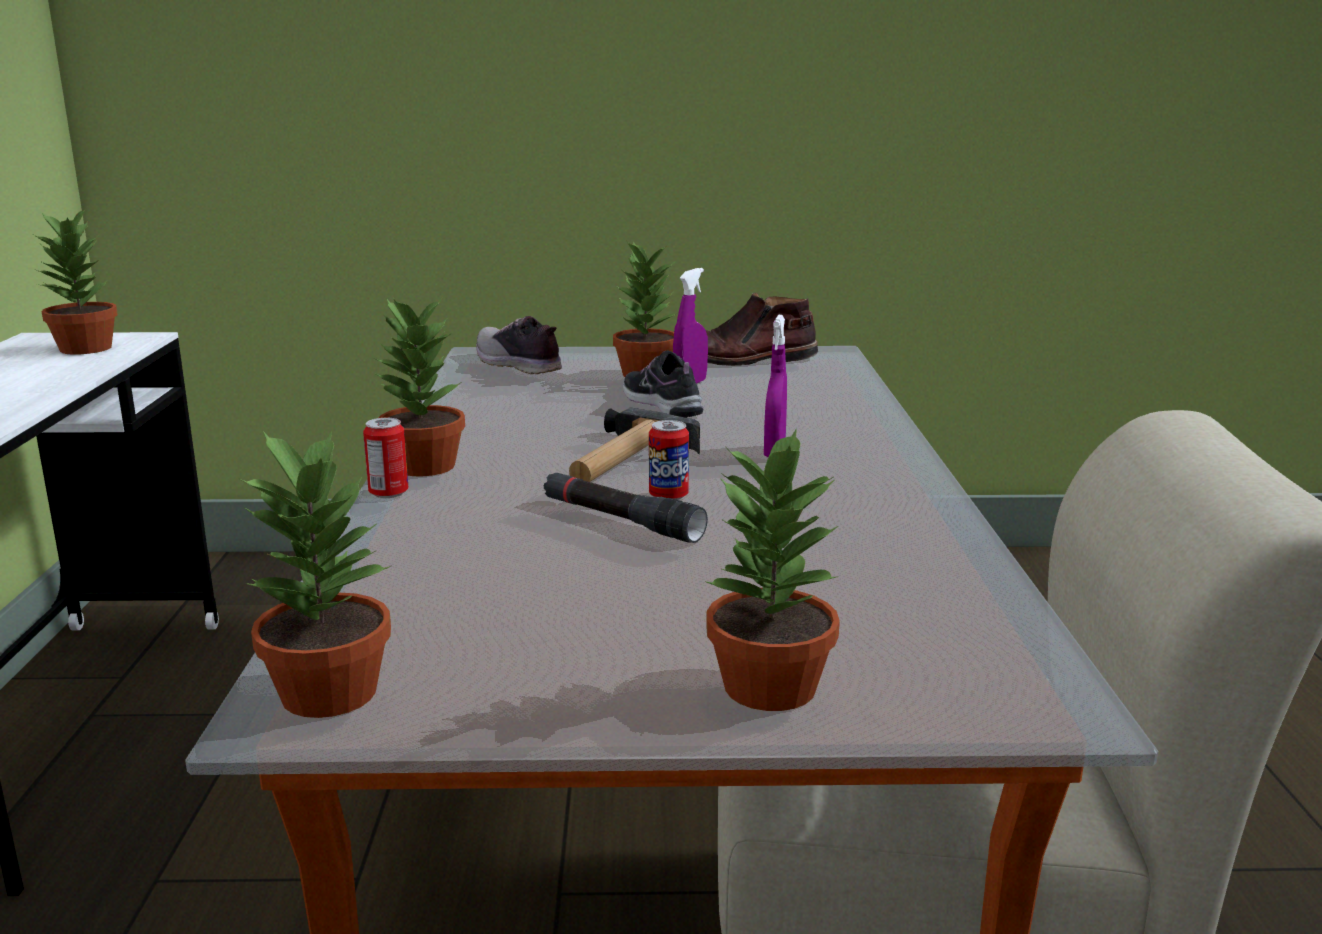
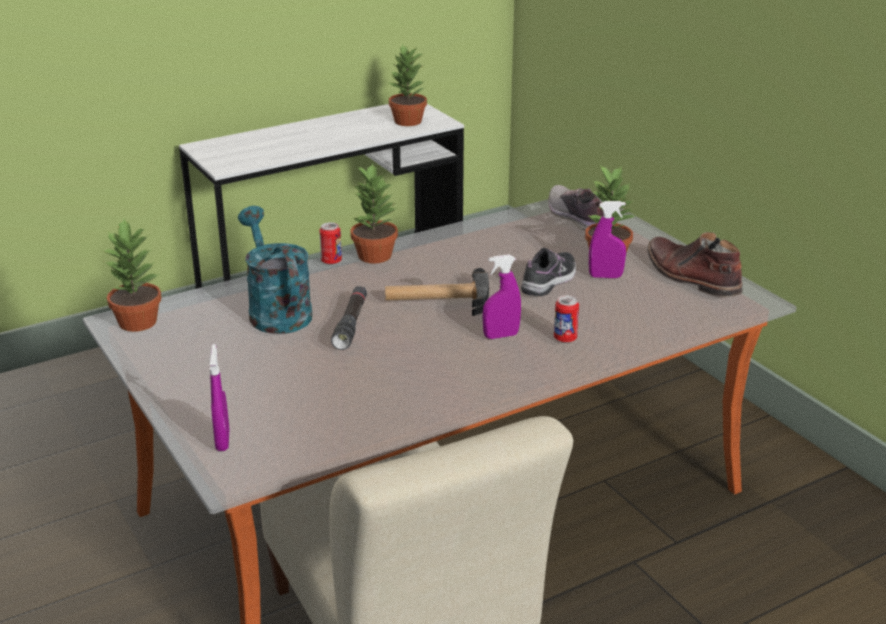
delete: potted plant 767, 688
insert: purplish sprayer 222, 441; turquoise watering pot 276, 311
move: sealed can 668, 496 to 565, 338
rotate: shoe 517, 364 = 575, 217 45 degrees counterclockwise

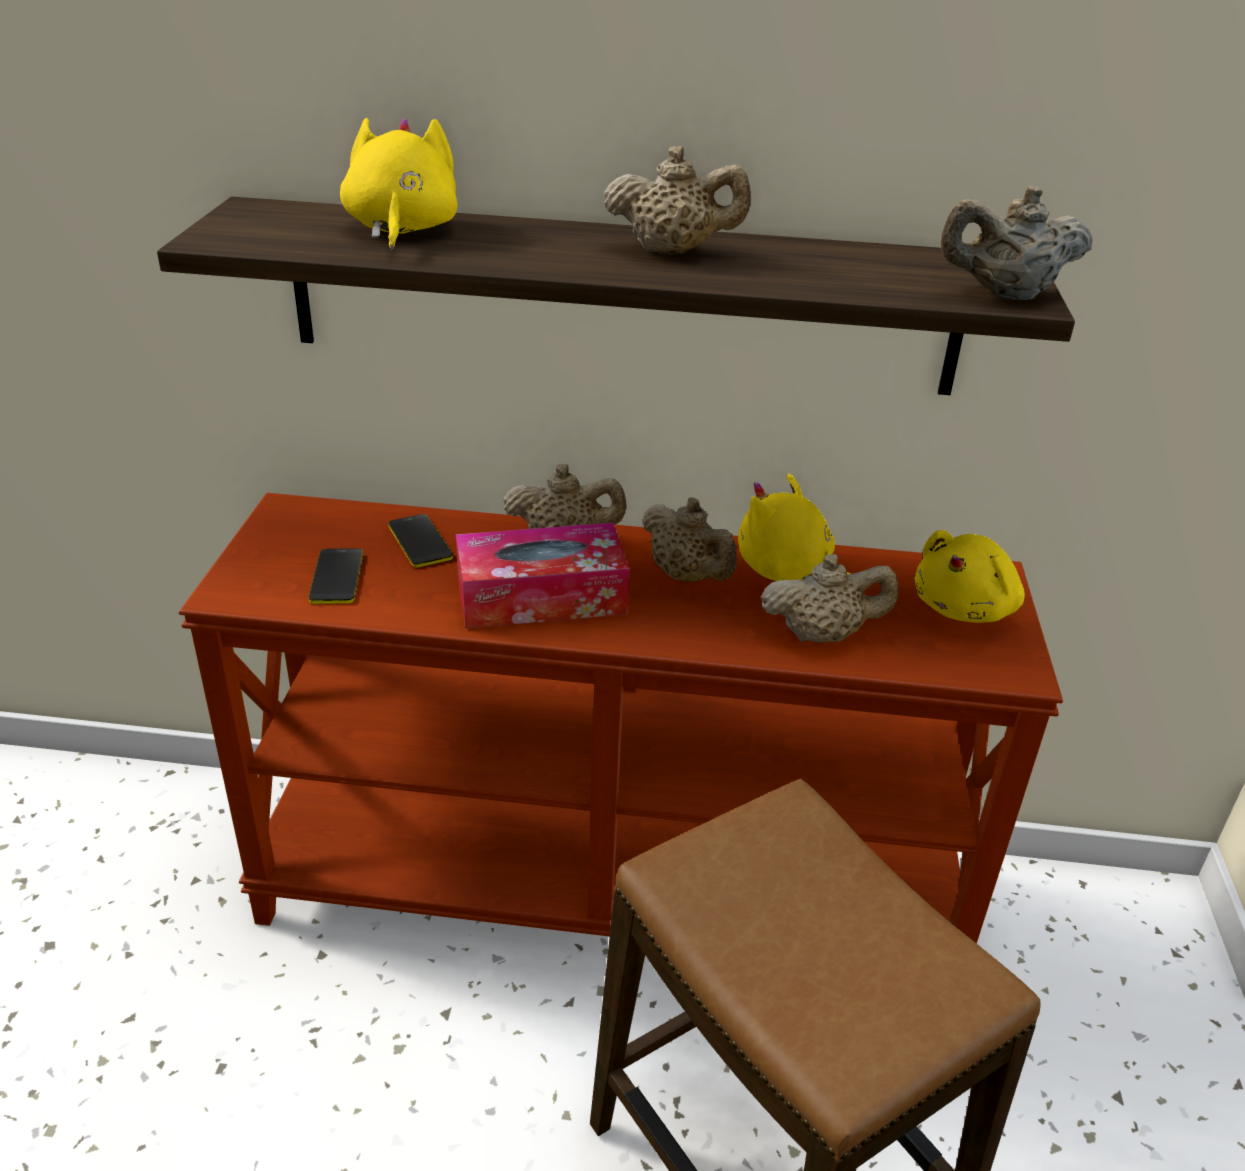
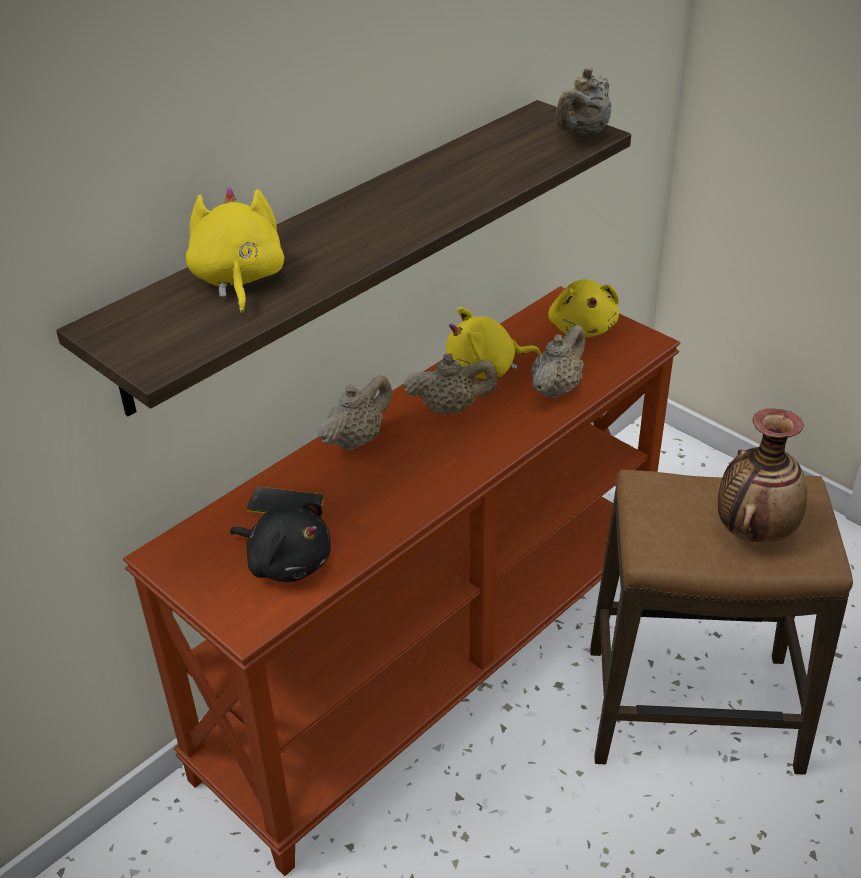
delete: box of tissues 541, 596; beige tea pot 673, 251
insert: vase 753, 530
replace: phone 337, 577 to black-coloured plush toy 287, 561
rotate: yellow plush toy 401, 229 = 238, 280 45 degrees clockwise

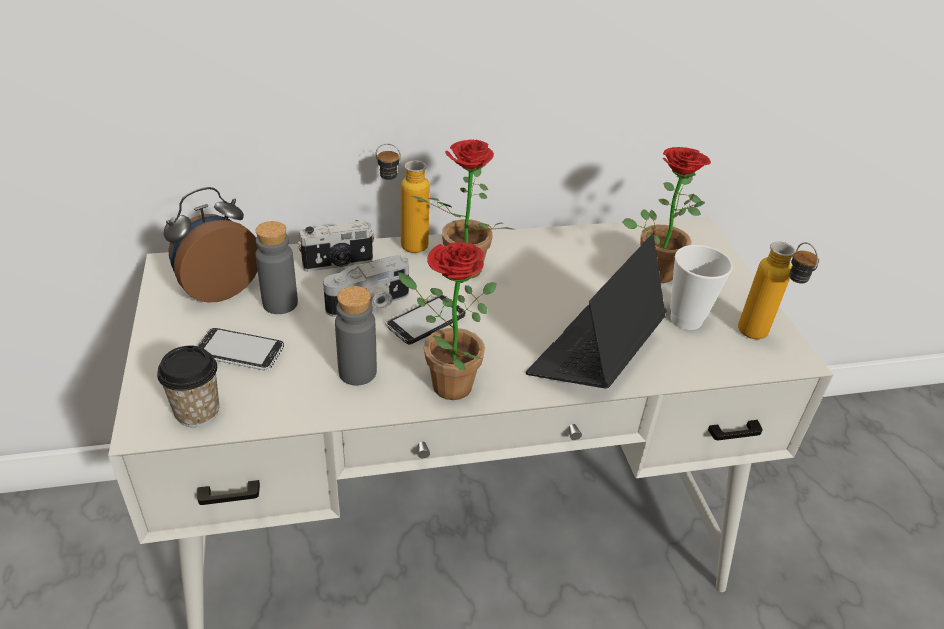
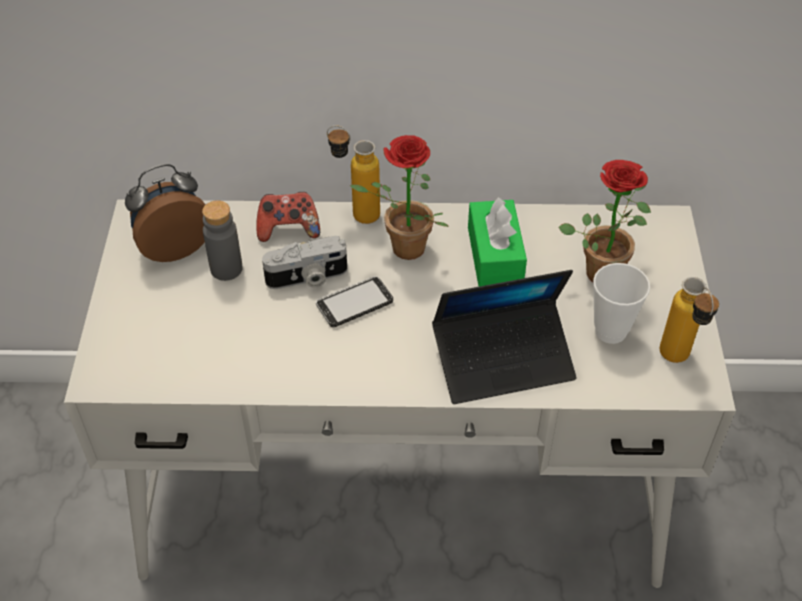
delete: drinking cup 197, 412; phone 239, 352; greyish bottle 357, 372; potted plant 443, 384
insert: green-coloured box of tissues 495, 255
replace: still camera 338, 264 to gamepad 288, 229
rotate: portable computer 594, 355 = 503, 360 150 degrees counterclockwise

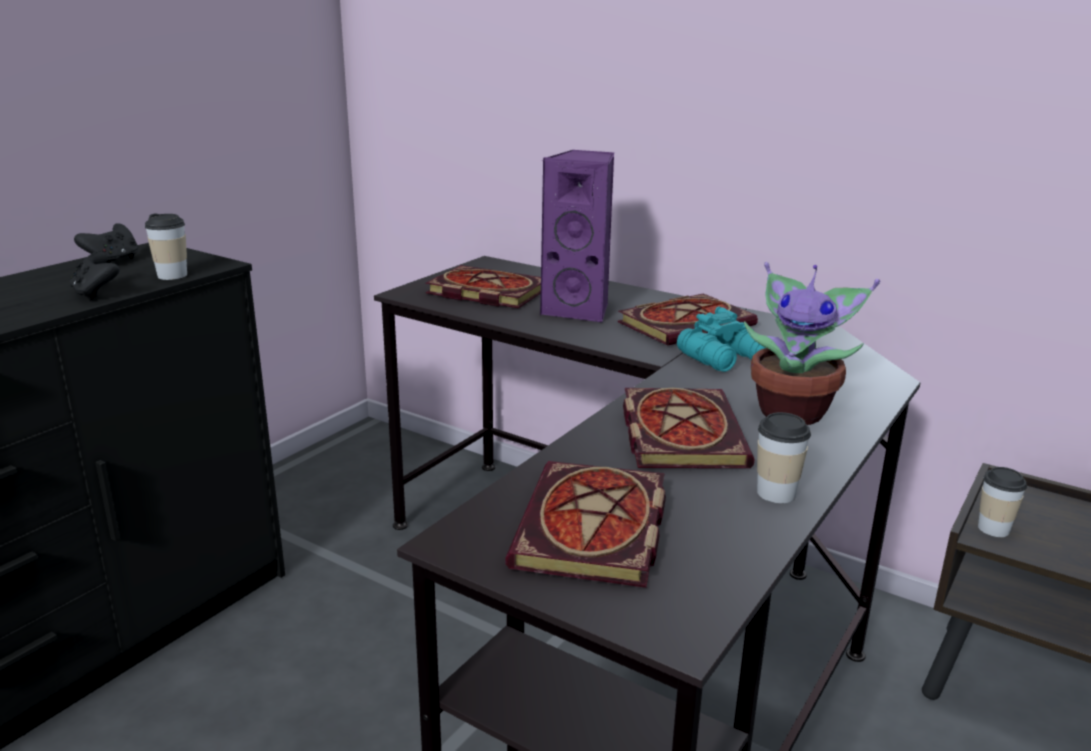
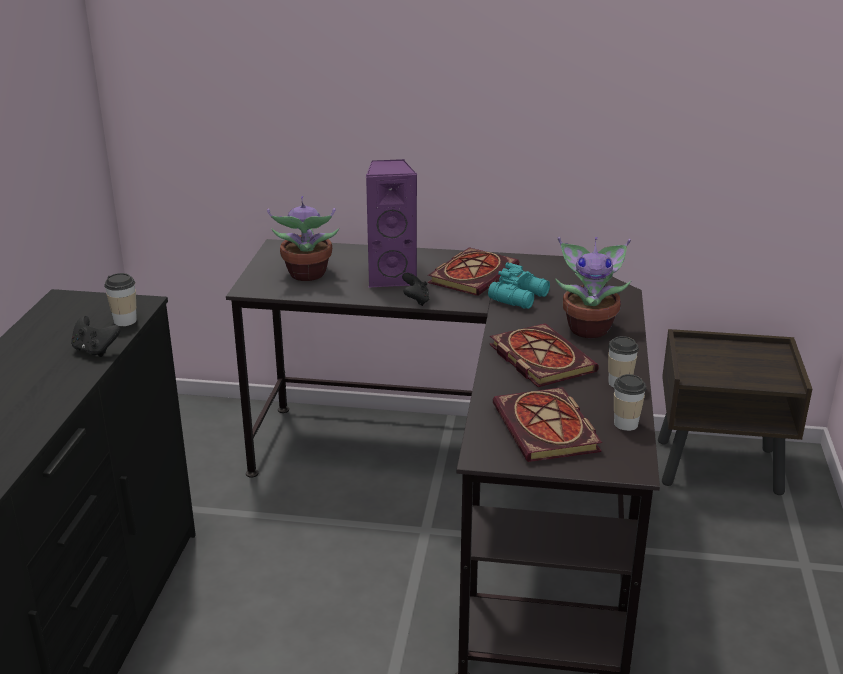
move: black-coloured gamepad 113, 261 to 415, 301; drinking cup 993, 529 to 626, 424
replace: volume 484, 292 to potted plant 307, 275

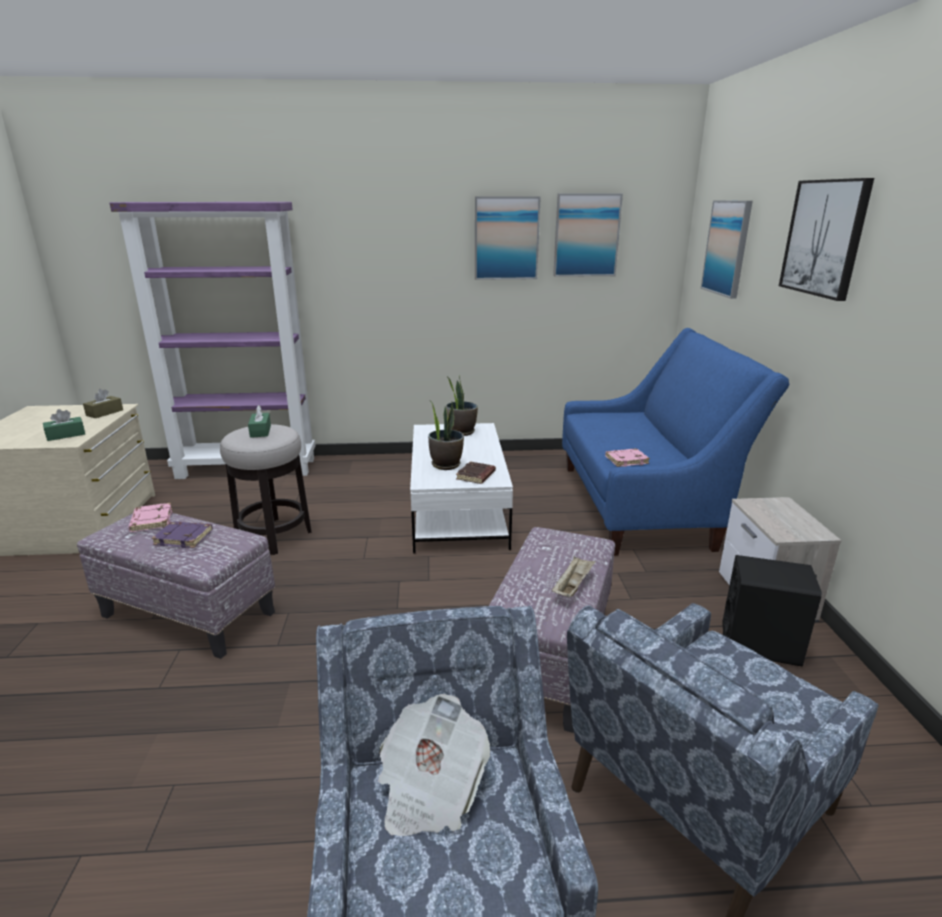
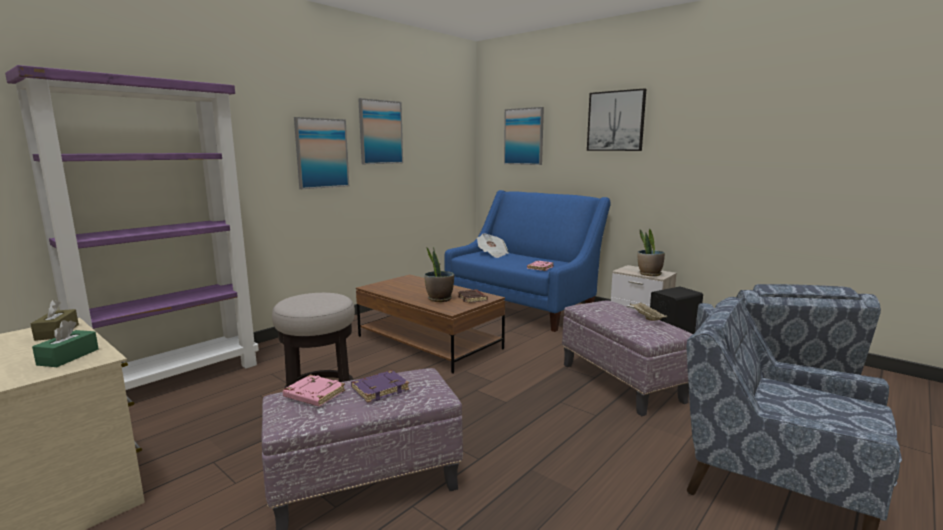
delete: green-coloured box of tissues 260, 431
move: newspaper 430, 788 to 492, 254; potted plant 461, 432 to 649, 274; picture 586, 235 to 321, 153
recolor: white-coloured low table 458, 509 to brownish low table 429, 342

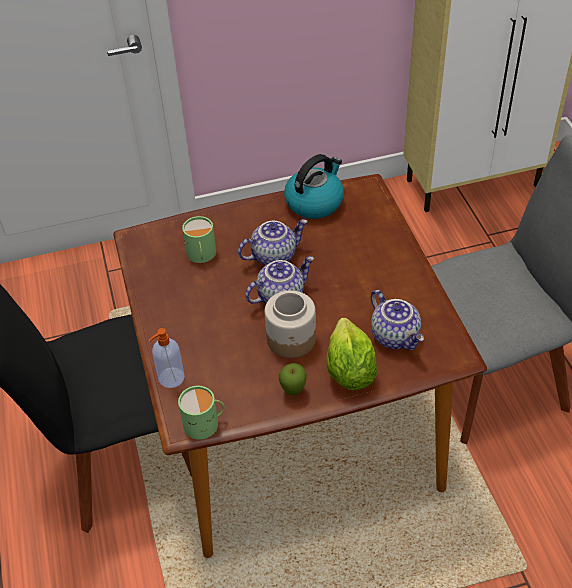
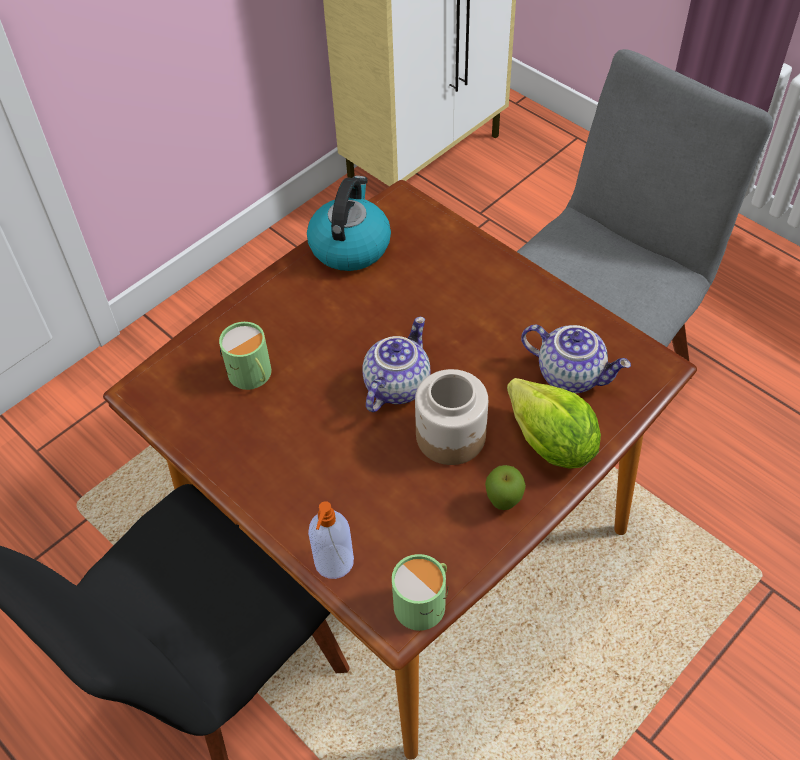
delete: tea pot 274, 255

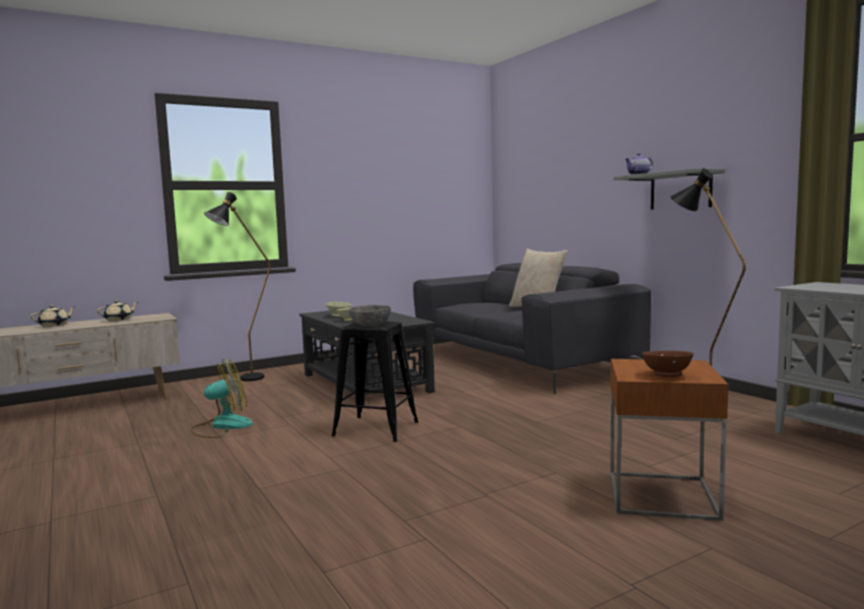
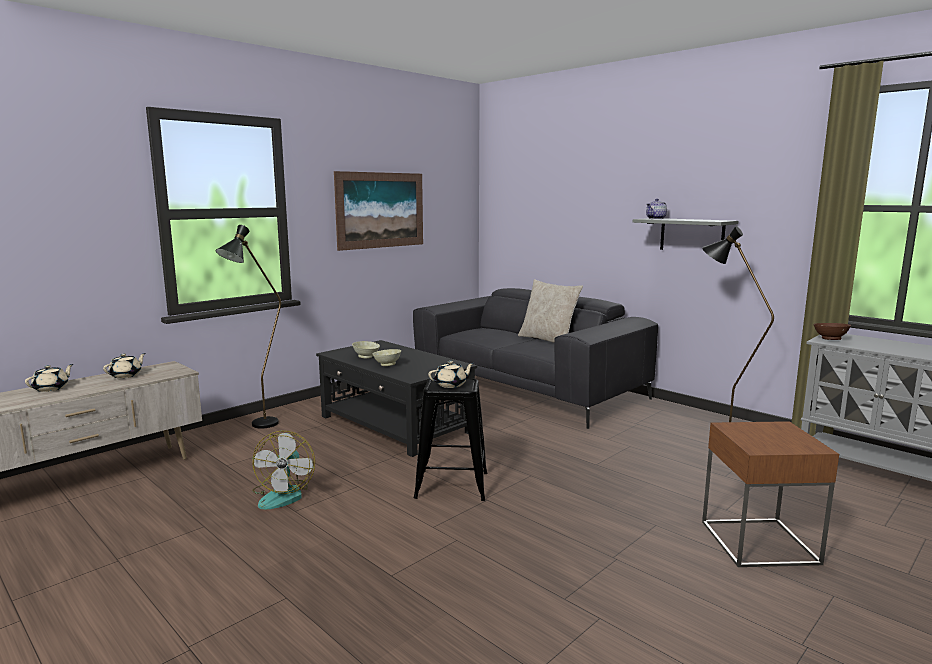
insert: picture 380, 210
move: brownish deep dish 667, 375 to 830, 339
replace: greyish deep dish 370, 325 to beige tea pot 451, 384
rotate: cooling fan 222, 426 = 284, 494 135 degrees clockwise

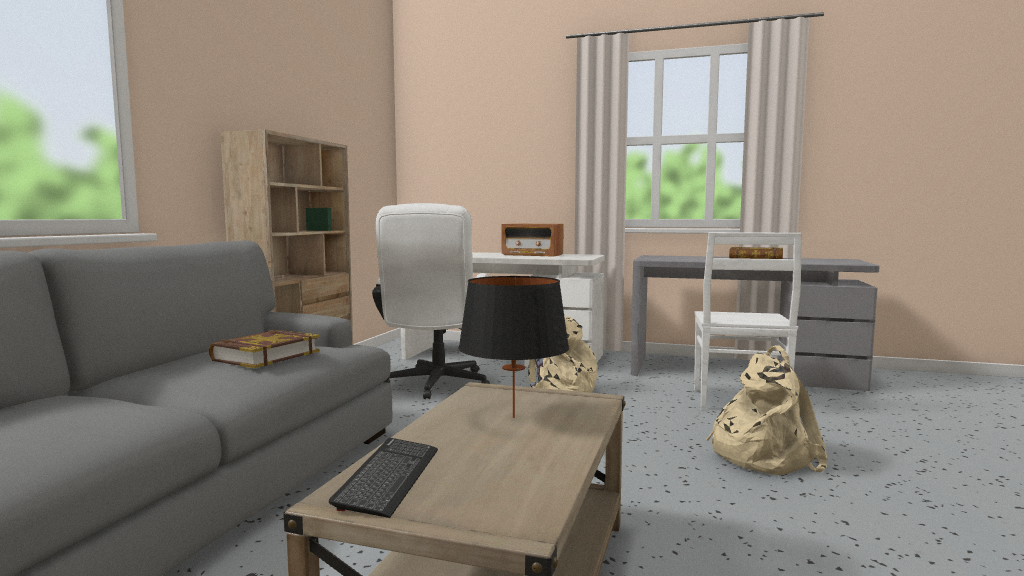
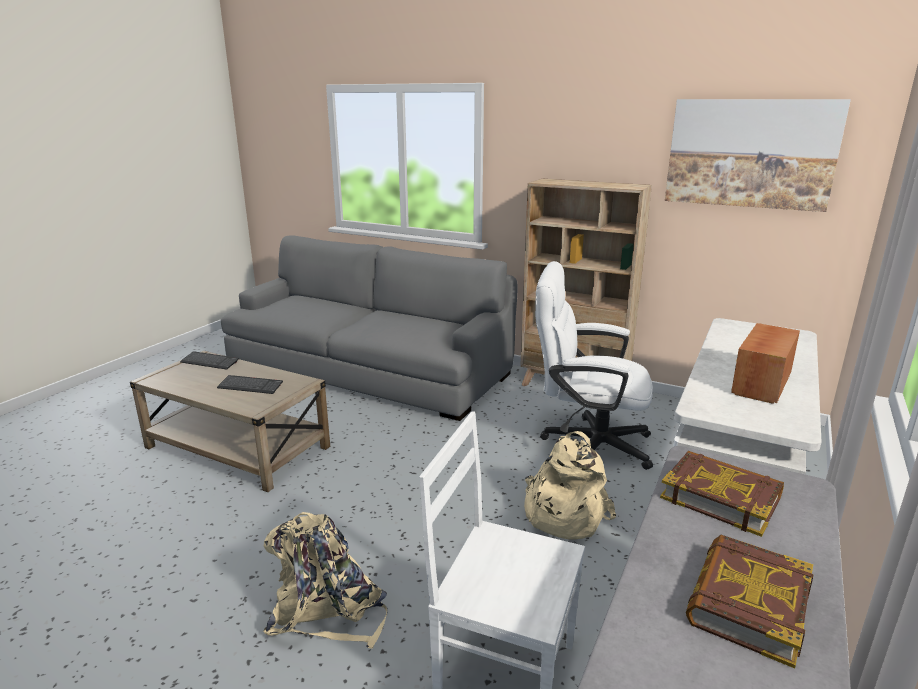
insert: picture 750, 153
move: volume 265, 356 to 720, 497
replace: black-coloured tabletop lamp 514, 417 to PC keyboard 250, 386

